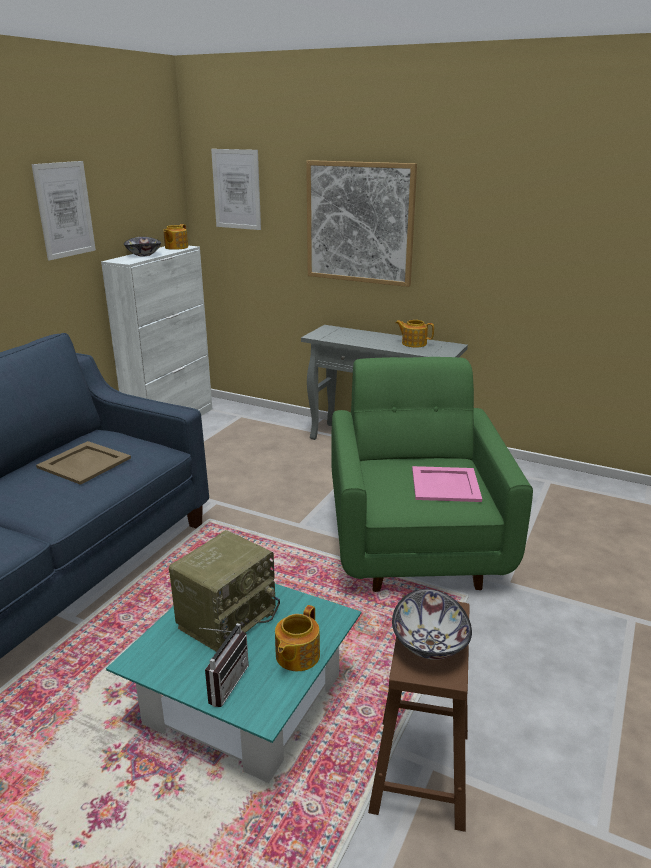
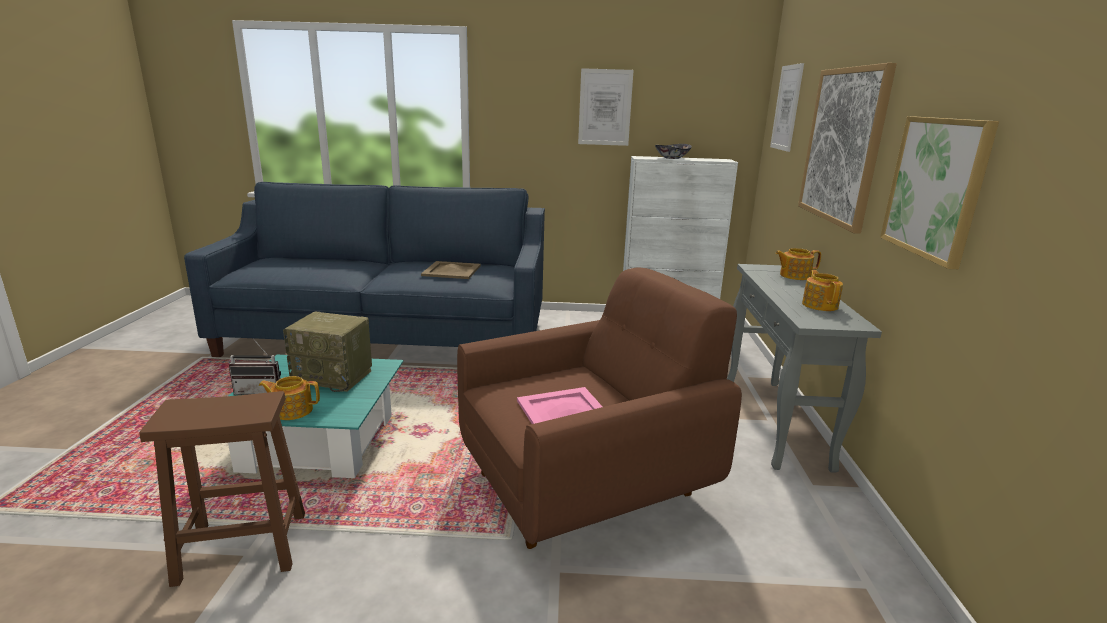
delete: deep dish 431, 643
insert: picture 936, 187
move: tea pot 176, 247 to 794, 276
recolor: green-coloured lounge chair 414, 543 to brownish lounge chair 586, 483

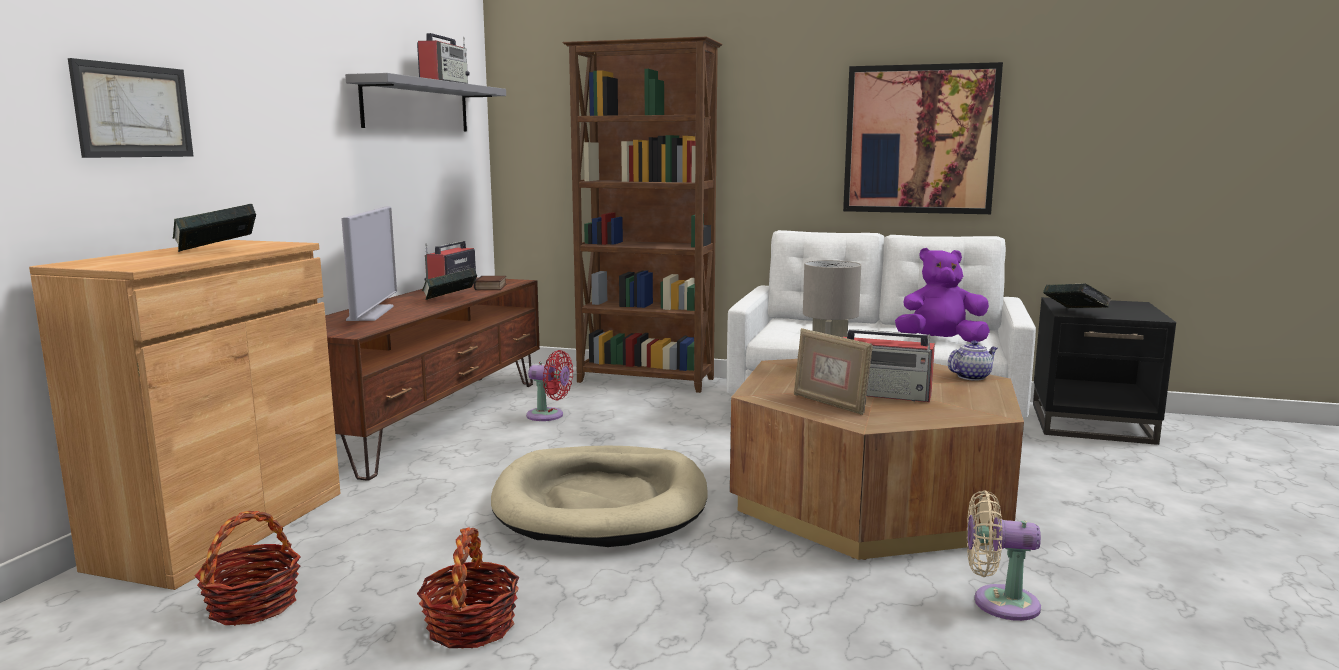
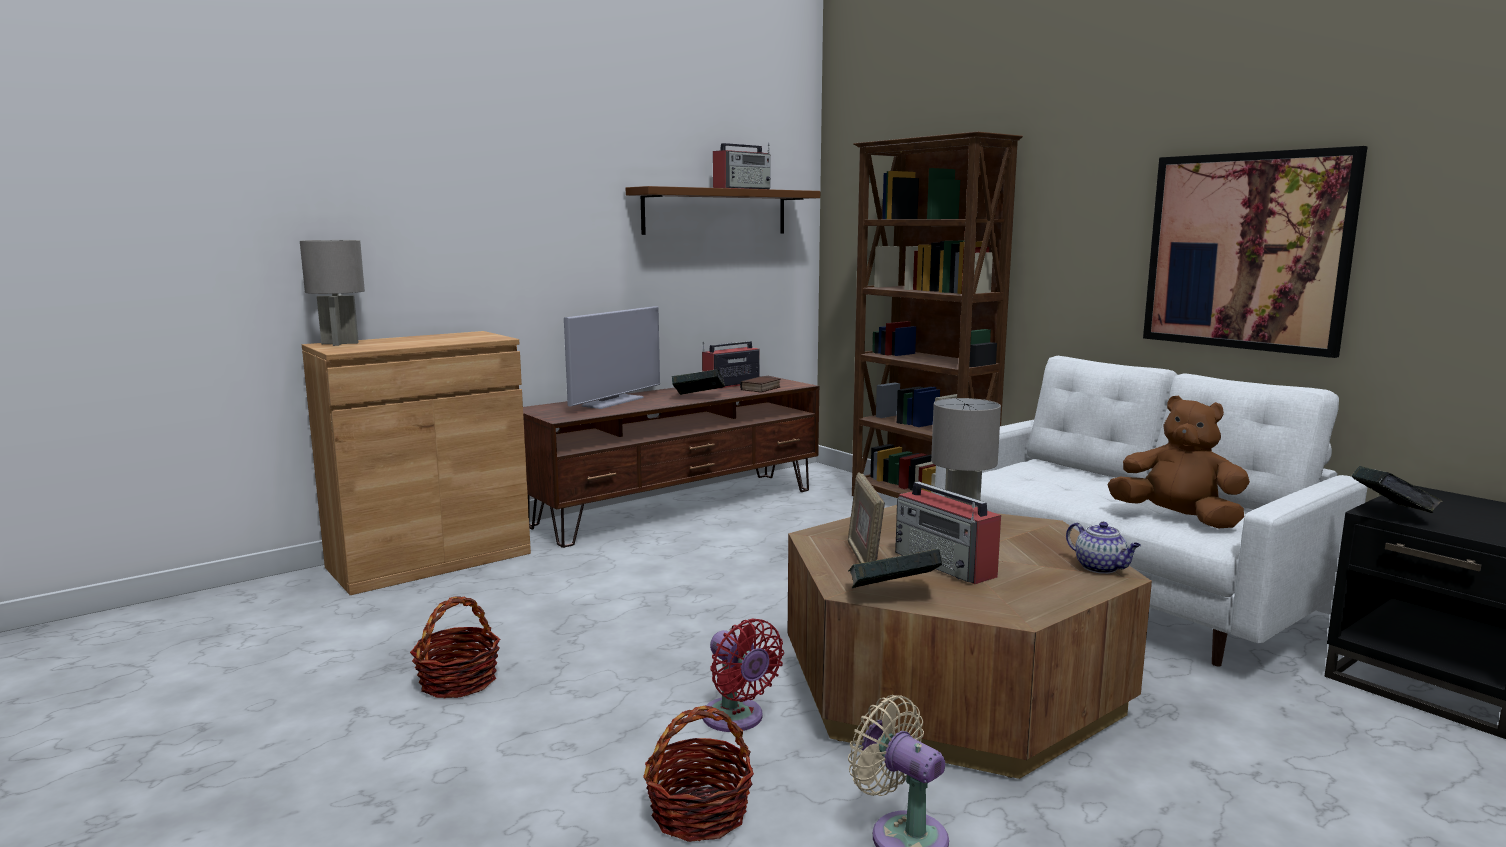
delete: picture 133, 111; beige dog bed 601, 503
insert: greyish tabletop lamp 340, 343
move: volume 217, 251 to 892, 595; storage basket 253, 605 to 699, 813; red-coloured cooling fan 548, 416 to 736, 719
recolor: greyish shelf 417, 106 to brownish shelf 716, 212; purplish plush toy 940, 341 to brownish plush toy 1177, 519
rotate: tea pot 971, 377 = 1101, 568 45 degrees clockwise

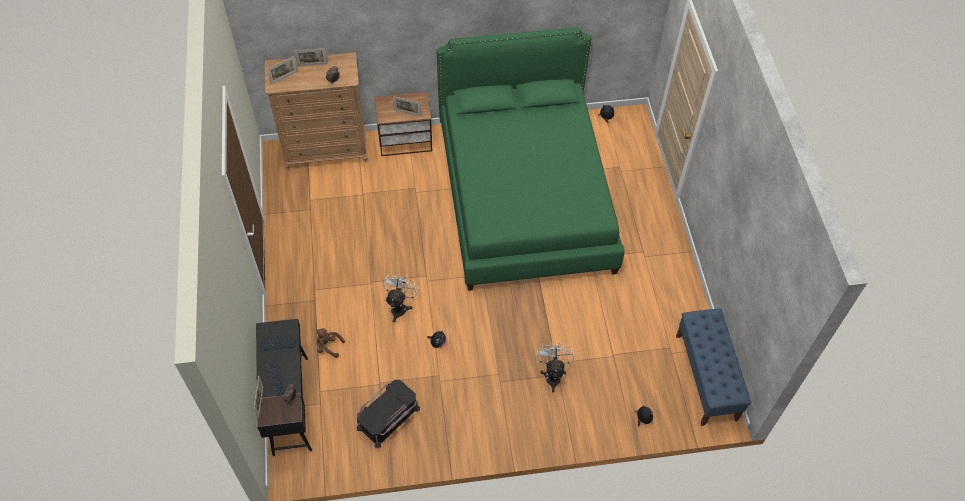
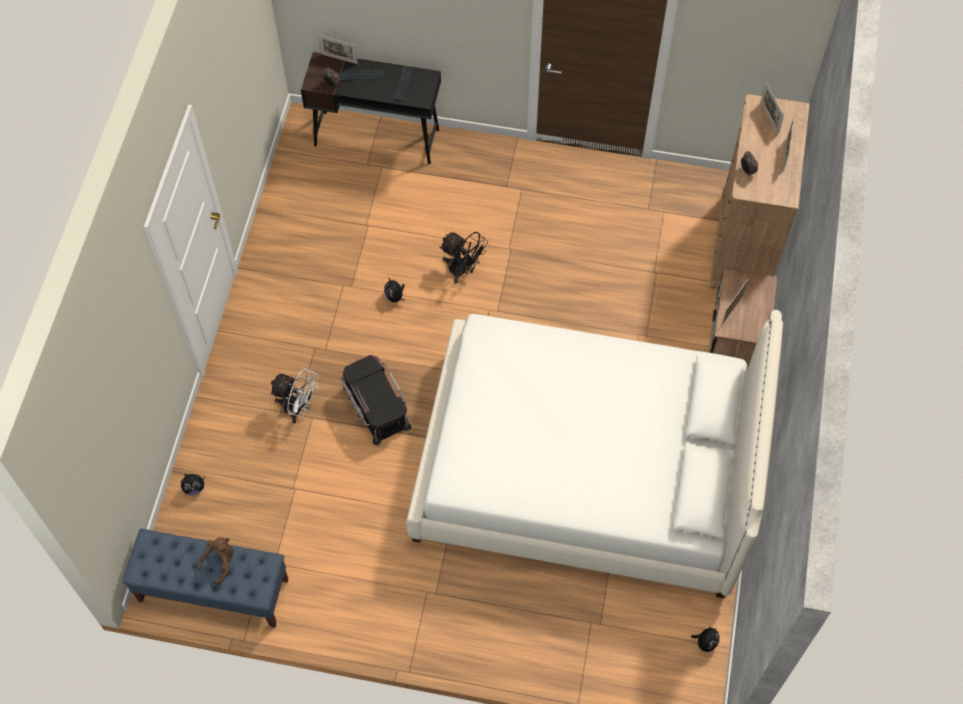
move: brownish plush toy 328, 346 to 220, 561; black-coloured storage bin 388, 419 to 375, 407
recolor: white-coloured cooling fan 400, 306 to black-coloured cooling fan 462, 270; green-coloured sleeping bed 525, 196 to white-coloured sleeping bed 586, 470

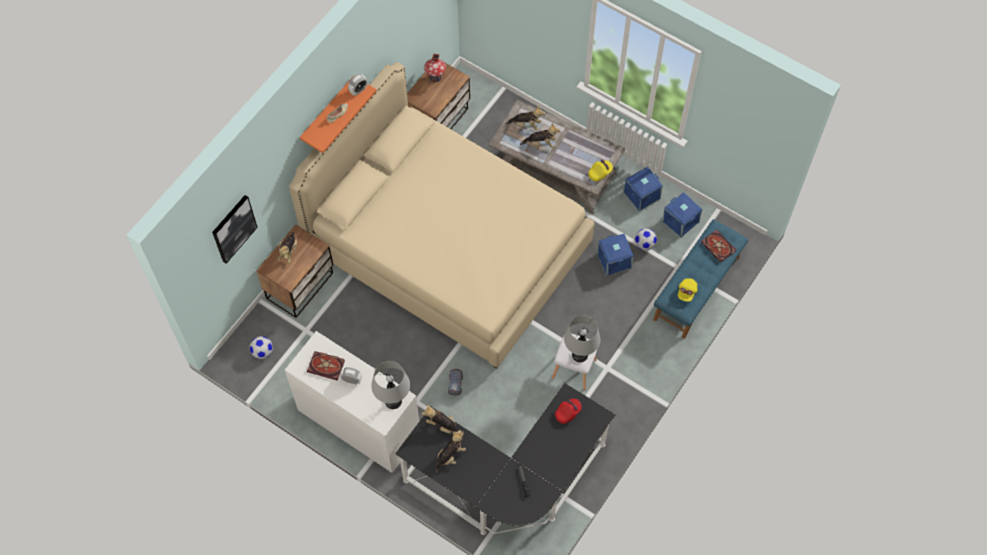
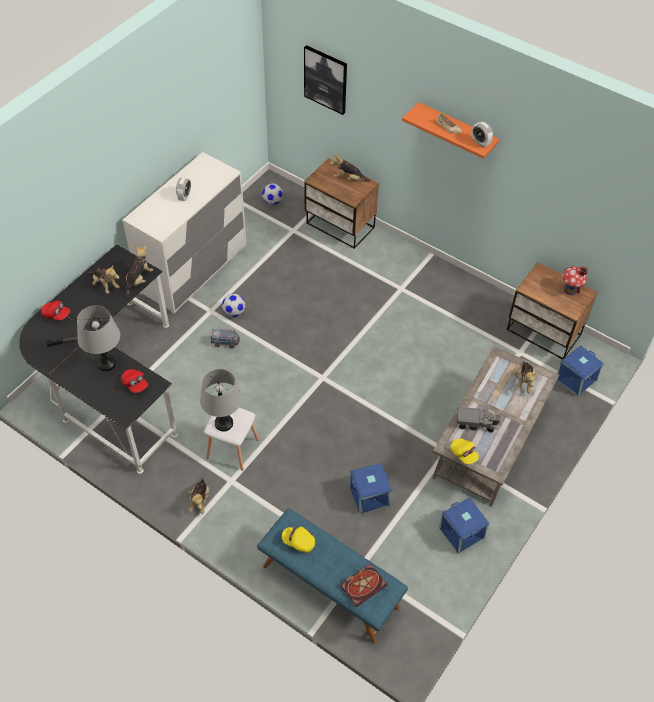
delete: beige sleeping bed 448, 248; volume 327, 366
insert: red-coloured cap 56, 315; model truck 476, 423
move: greyish tabletop lamp 393, 401 to 106, 363; plush toy 540, 144 to 200, 500; football ball 644, 244 to 234, 312; blue-coloured storage bin 681, 221 to 576, 379

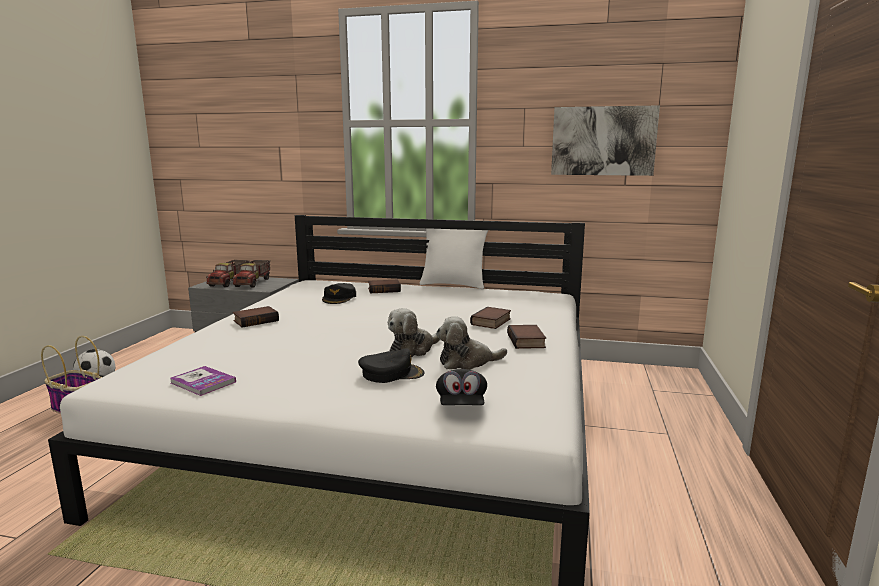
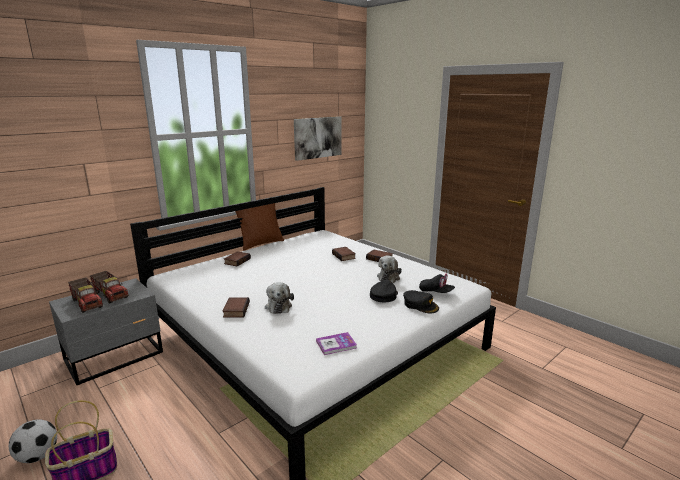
move: black-coloured cap 339, 298 to 420, 305; plush toy 413, 349 to 278, 306
recolor: white-coloured throw pillow 453, 285 to brownish throw pillow 261, 244

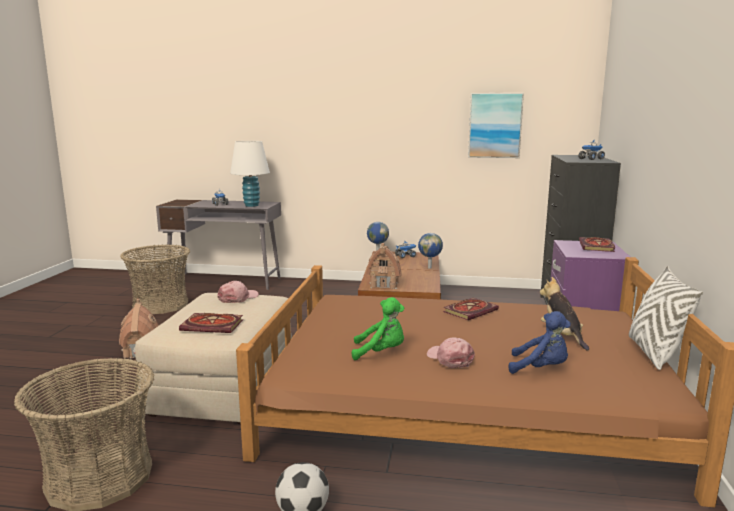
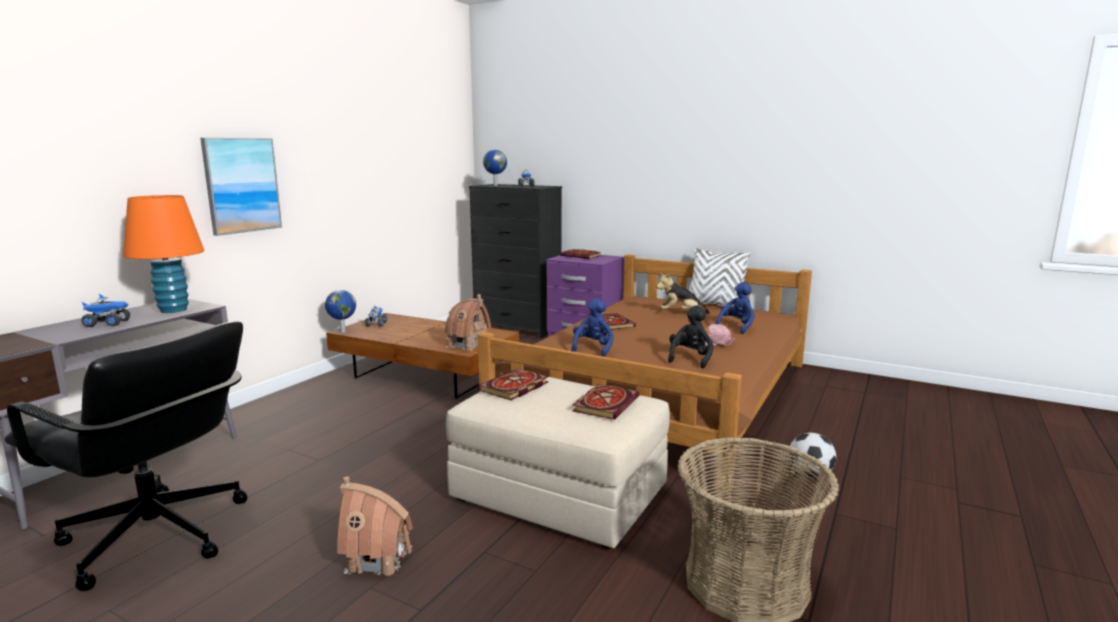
insert: blue-coloured plush toy 593, 349
move: world globe 430, 267 to 495, 185; picture 495, 125 to 241, 185
replace: storage basket 160, 305 to black-coloured desk chair 155, 537; pinkish cap 238, 298 to volume 514, 387
recolor: white-coloured tabletop lamp 251, 205 to orangey tabletop lamp 173, 310; green-coloured plush toy 381, 352 to black-coloured plush toy 690, 359

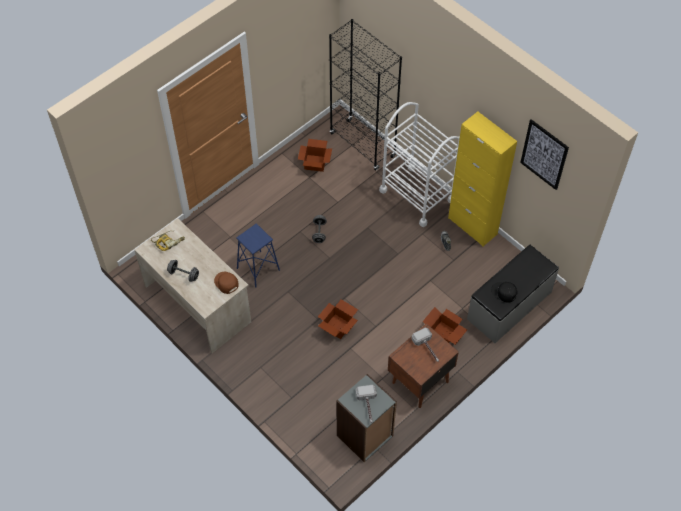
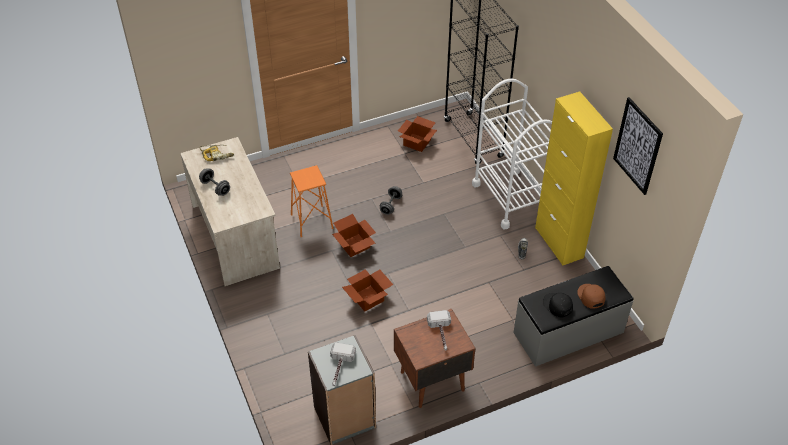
move: brownish cap 226, 283 to 590, 296; carton 443, 334 to 354, 246
recolor: blue-coloured stool seat 258, 269 to orangey stool seat 312, 221

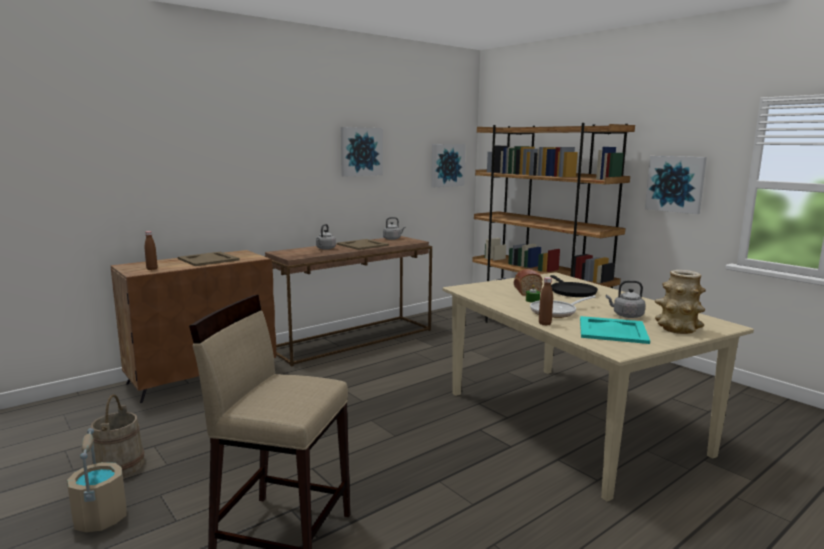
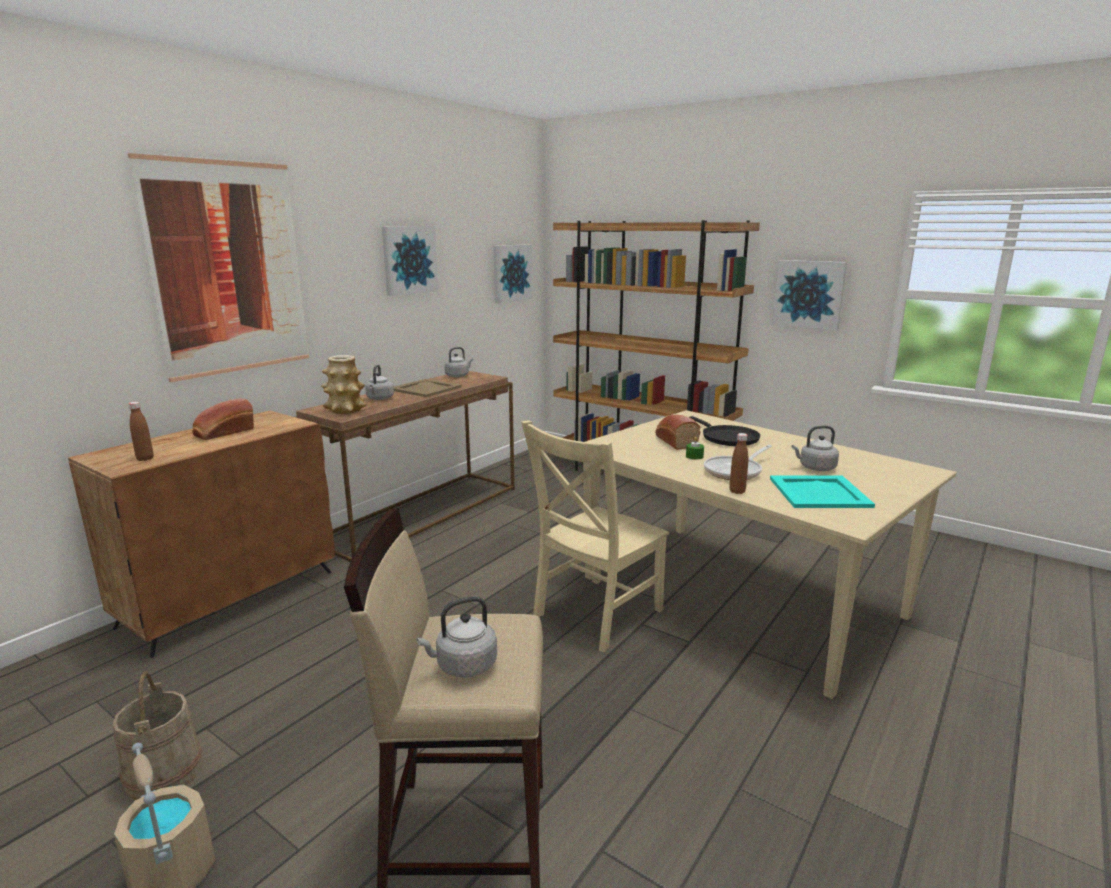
insert: picture 229, 268; greyish tea kettle 463, 666; beige upright chair 594, 615
move: vase 677, 329 to 345, 410
replace: beige carrying tray 208, 259 to bakery bread 223, 433

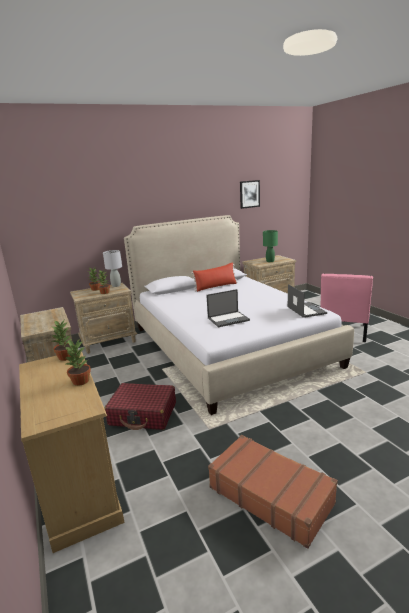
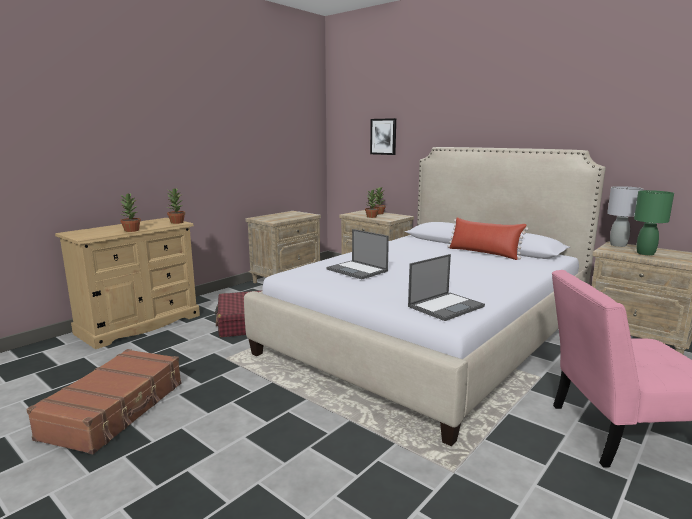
move: greyish tabletop lamp 116, 285 to 618, 245; picture 249, 194 to 383, 136

